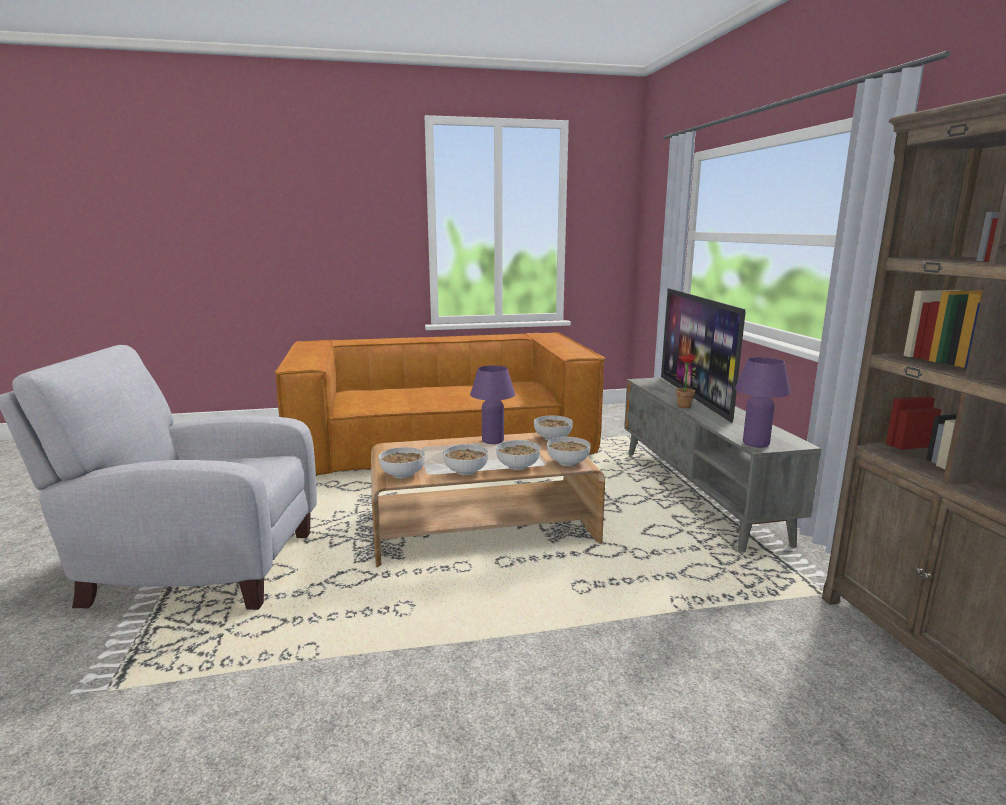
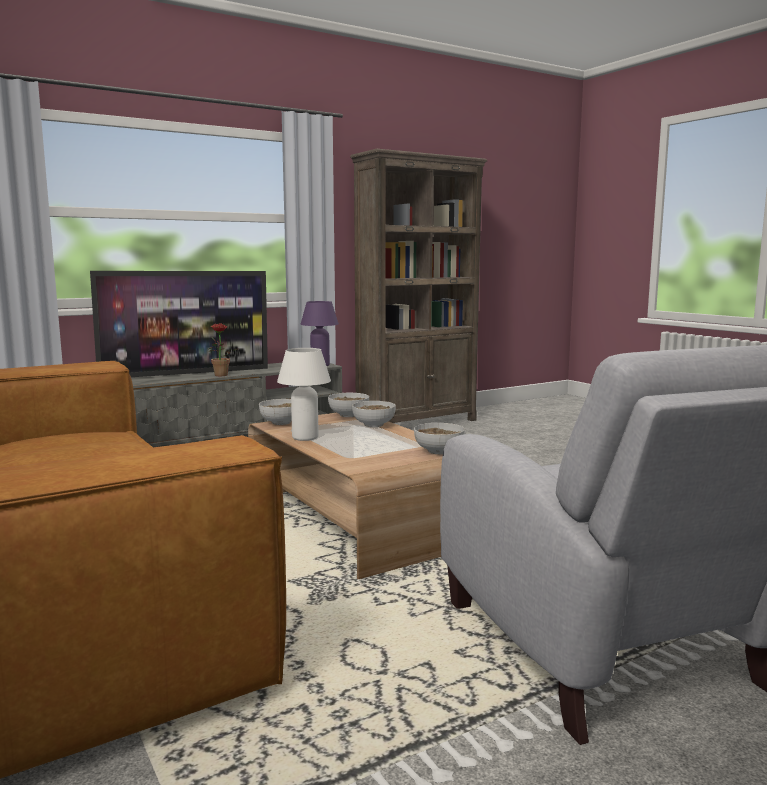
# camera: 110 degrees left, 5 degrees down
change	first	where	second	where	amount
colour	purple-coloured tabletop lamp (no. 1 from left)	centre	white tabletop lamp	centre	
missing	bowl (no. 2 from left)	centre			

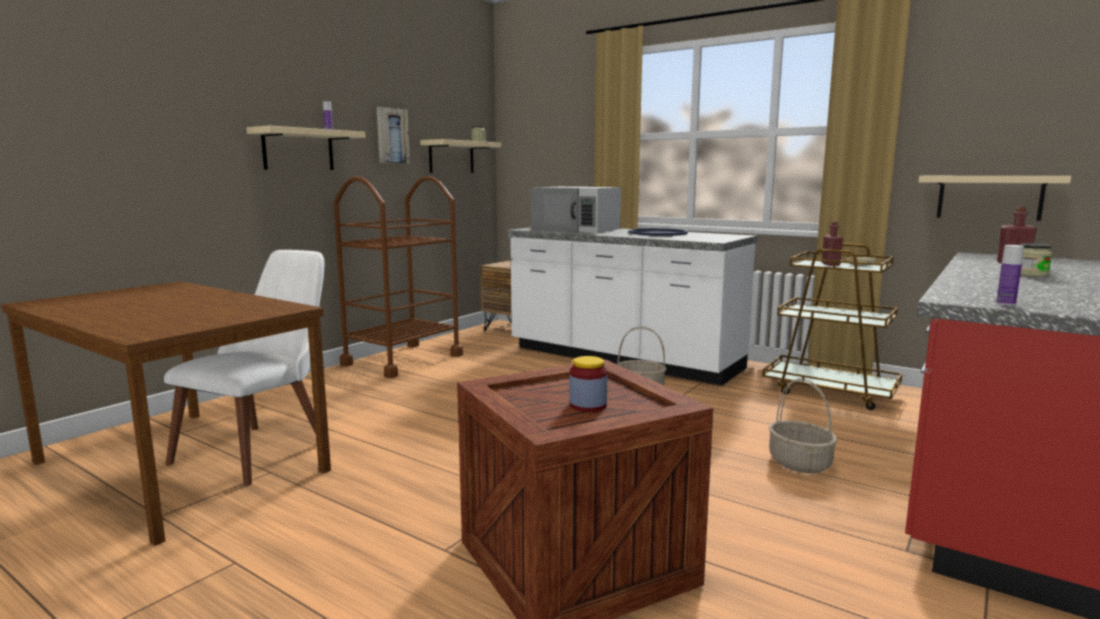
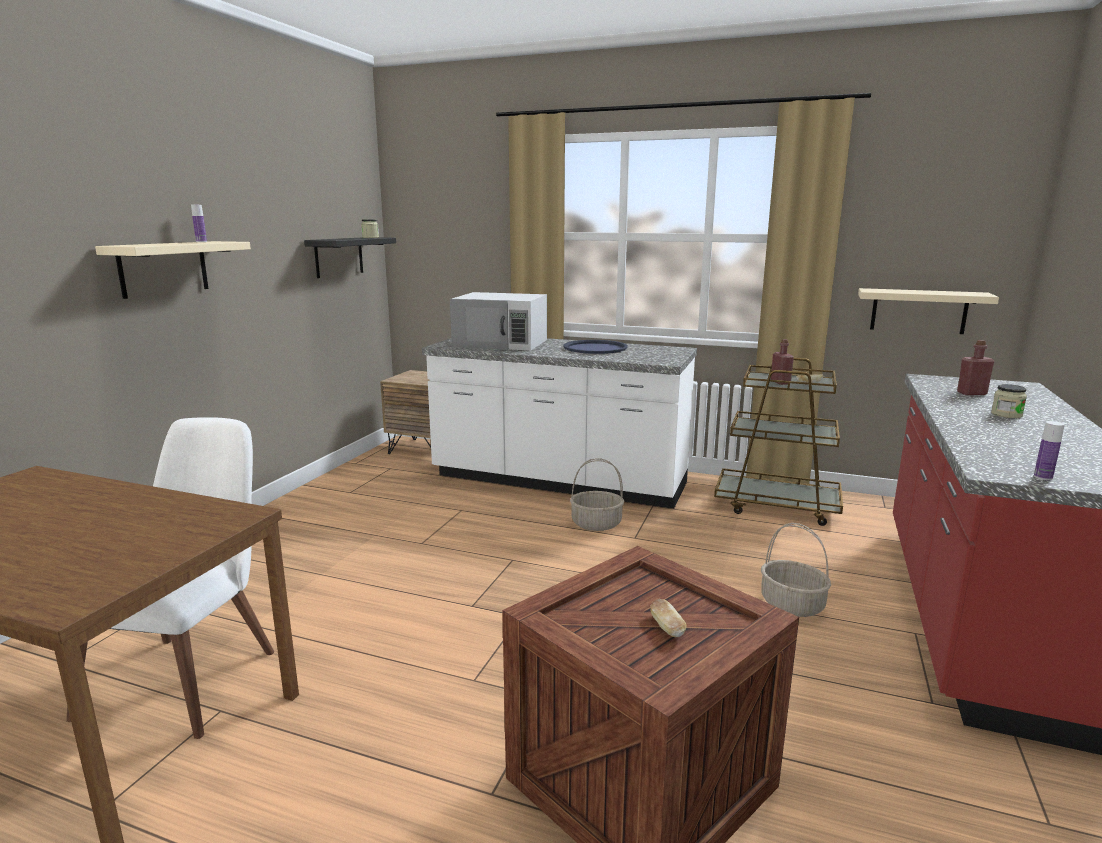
# camera: 15 degrees left, 5 degrees up
change	first	where	second	where	amount
colour	sand-coloured shelf (no. 2 from left)	top centre	black shelf	top left	
exchanged	storage jar (no. 2 from left)	centre	baked bread (no. 1 from left)	bottom centre	
missing	brownish cart (no. 1 from left)	centre			
missing	wall picture	top centre			

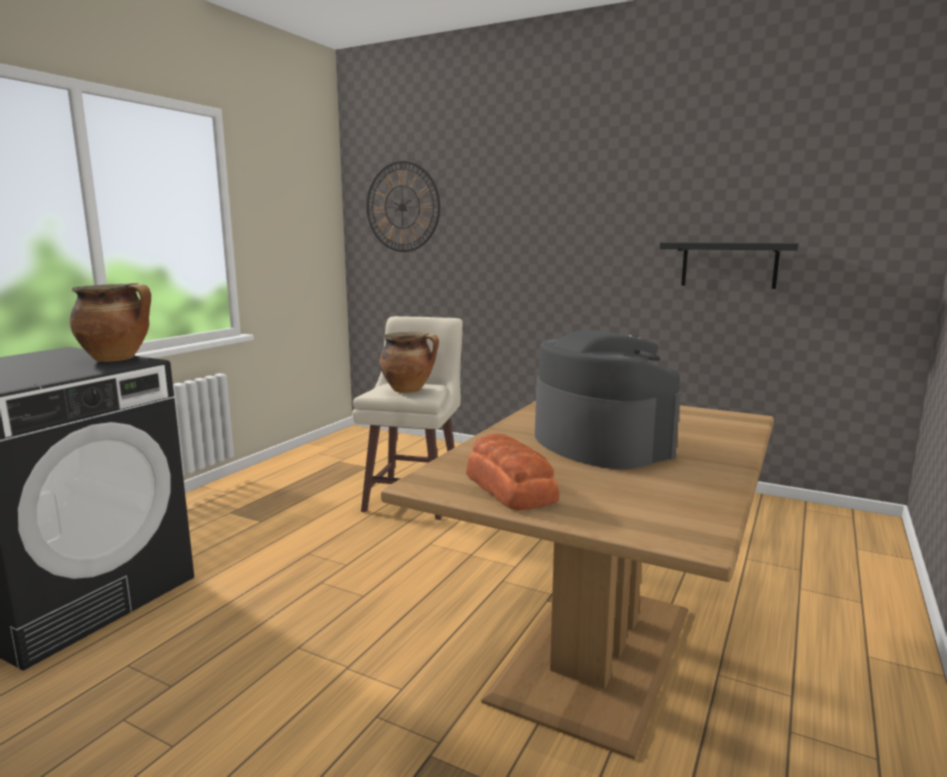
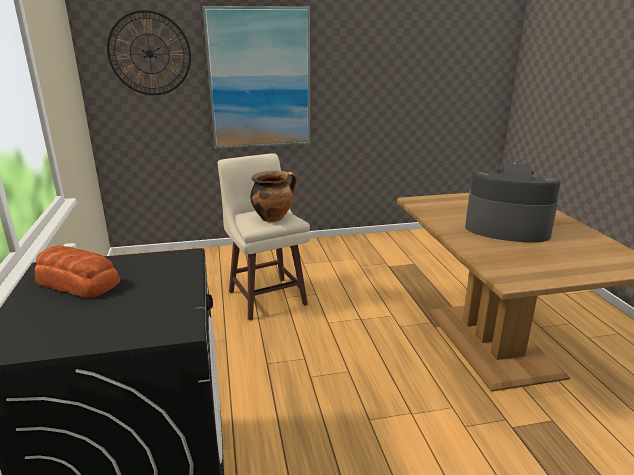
# camera: 40 degrees left, 10 degrees up
change	first	where	second	where	amount
relocated	baked bread	centre		middle left	
appeared			wall picture	top centre	
missing	cooking pot (no. 1 from left)	middle left			
missing	black shelf	middle right			

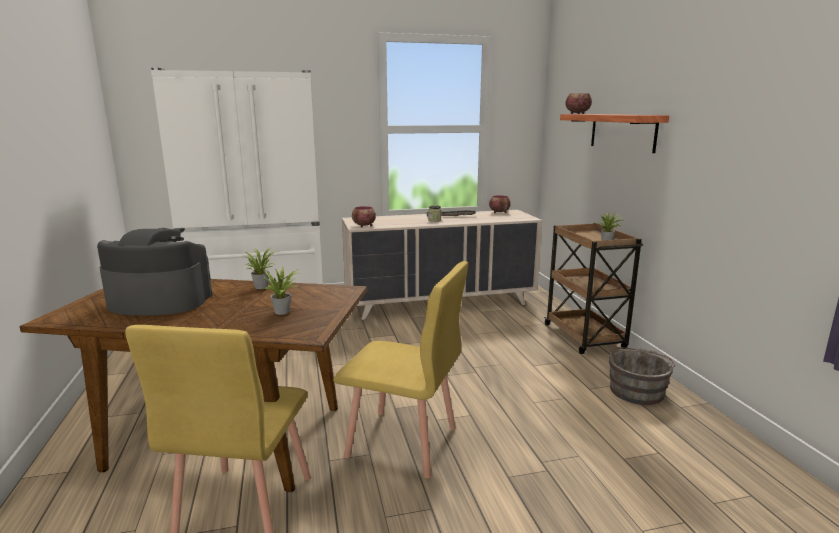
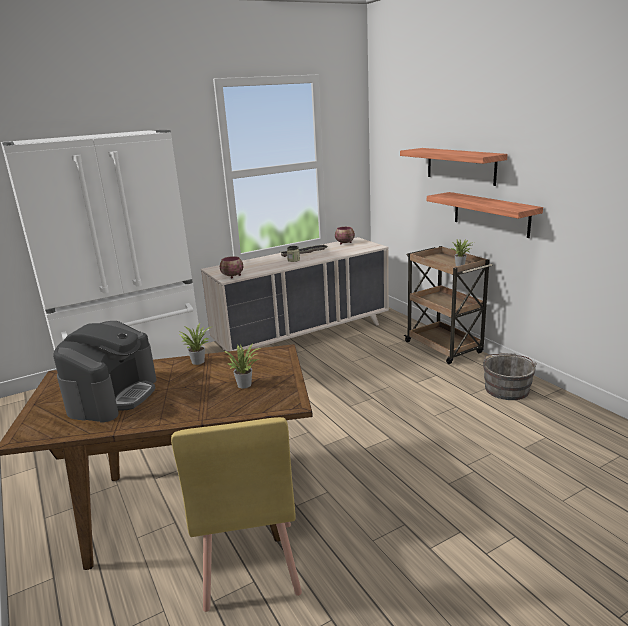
# camera: 15 degrees left, 5 degrees up
change	first	where	second	where	amount
spun	coffee brewer	middle left		middle left	120 degrees clockwise
appeared			shelf (no. 2 from left)	middle right	
missing	yellow chair (no. 2 from left)	bottom centre			
missing	bowl (no. 3 from left)	top right			

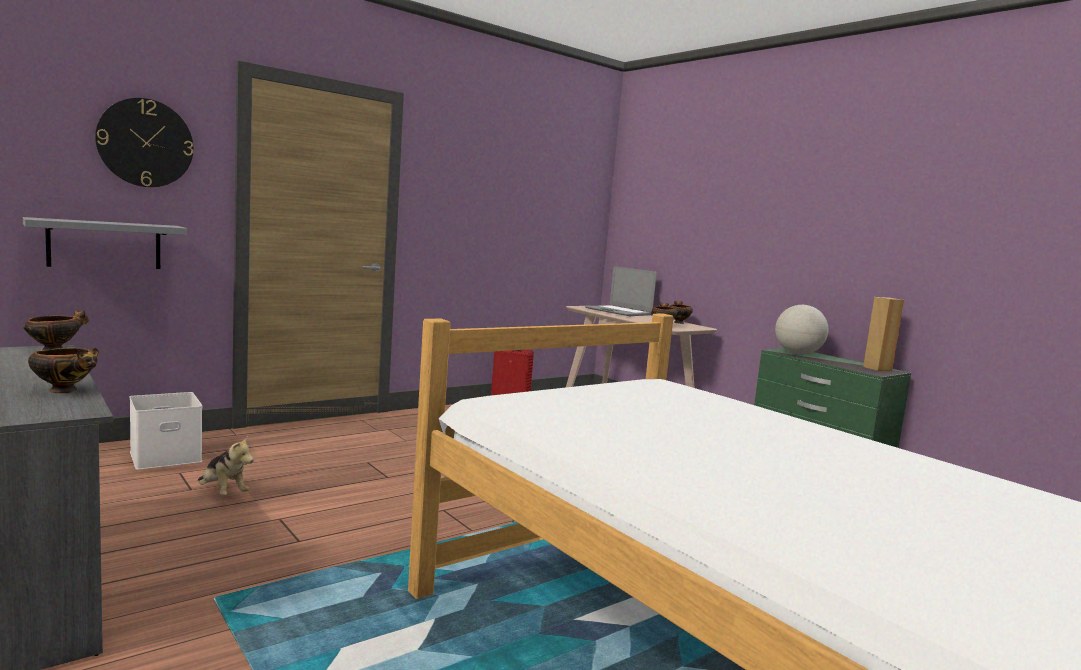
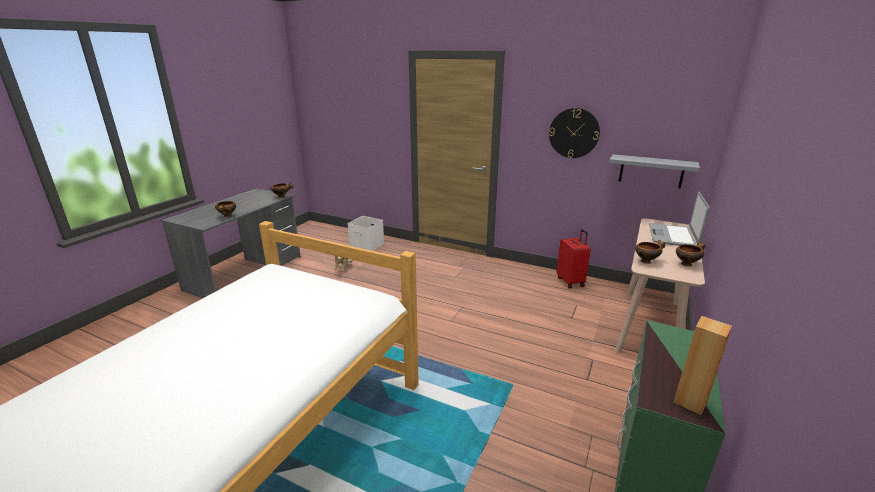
# camera: 65 degrees right, 15 degrees up
change	first	where	second	where	amount
relocated	hanging clock	top left		top centre	
relocated	greyish shelf	middle left		middle right	
missing	globe	middle right			

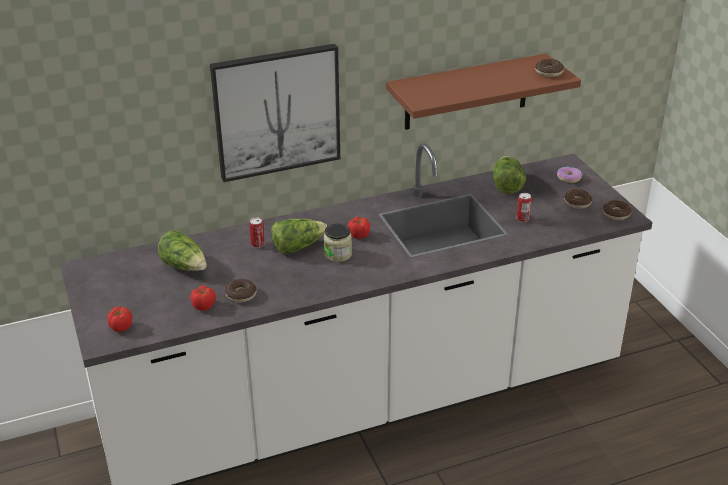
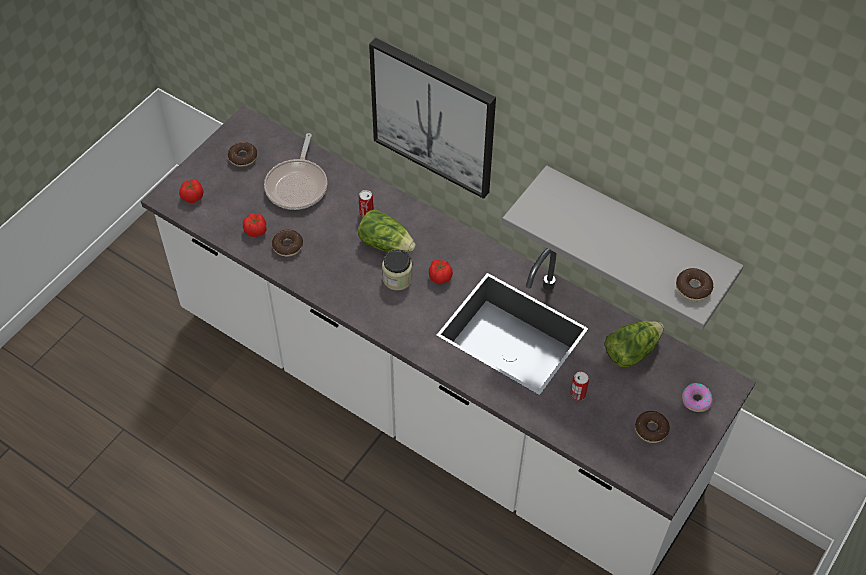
# camera: 55 degrees right, 20 degrees up
change	first	where	second	where	amount
relocated	doughnut (no. 5 from left in the first image)	middle right	doughnut (no. 1 from left)	top left	
exchanged	head of lettuce (no. 1 from left)	middle left	frying pan	top centre	
colour	brownish shelf	top centre	greyish shelf	middle right	

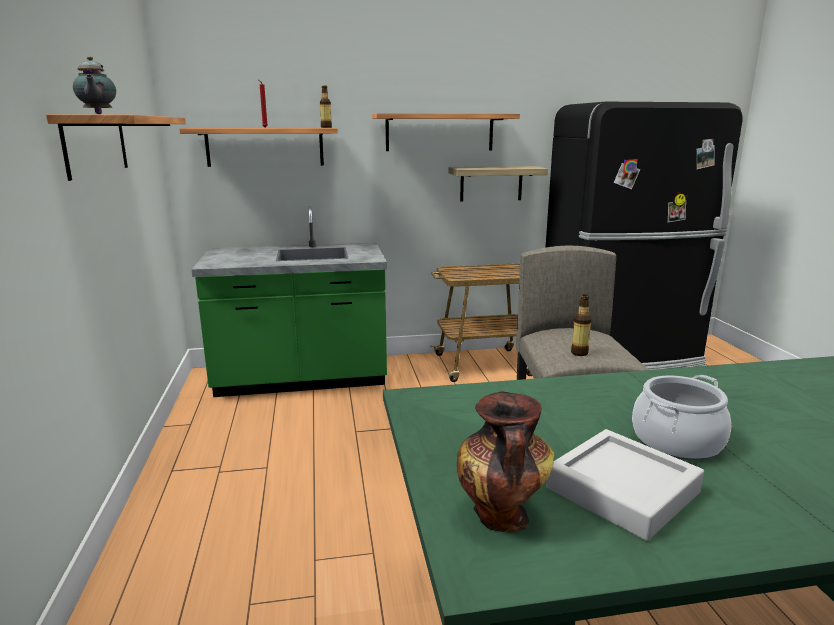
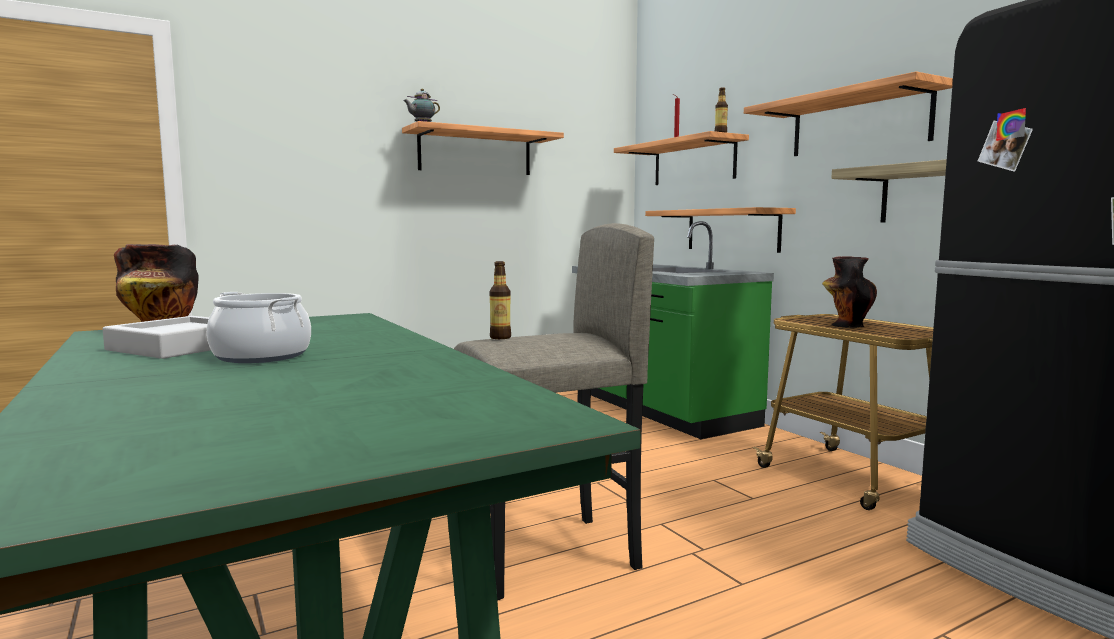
# camera: 70 degrees right, 10 degrees down
change	first	where	second	where	amount
appeared			shelf (no. 3 from left)	centre	
appeared			flower vase (no. 2 from left)	middle right	

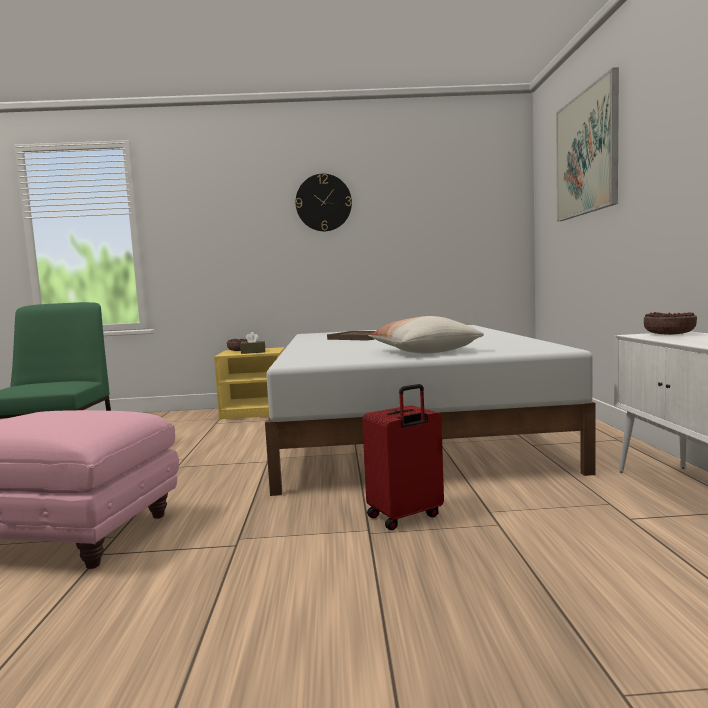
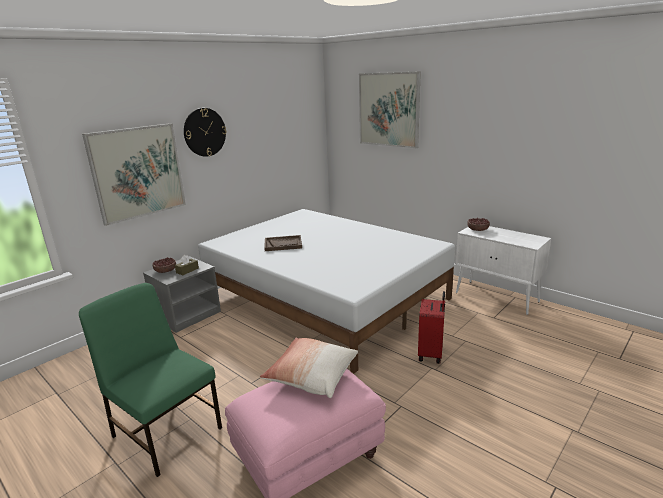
# camera: 45 degrees left, 15 degrees up
change	first	where	second	where	amount
appeared			wall picture (no. 1 from left)	middle left	
colour	yellow night table	centre	greyish night table	middle left	
relocated	throw pillow	centre		bottom centre	

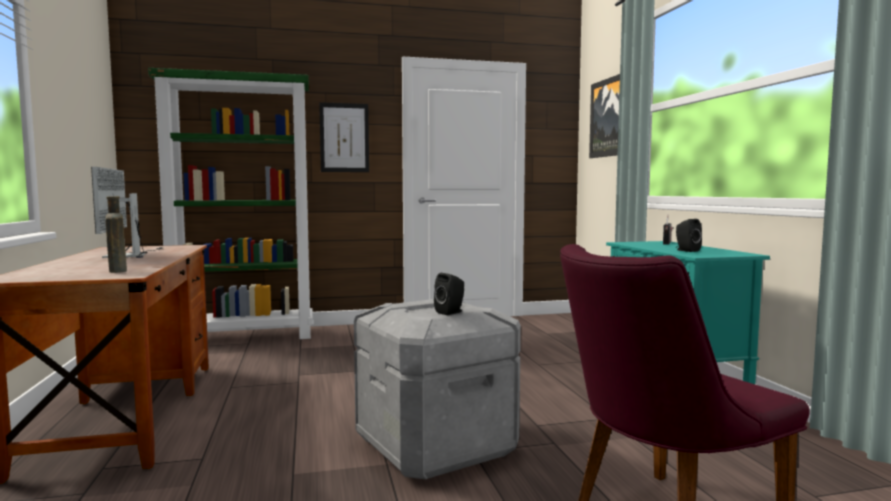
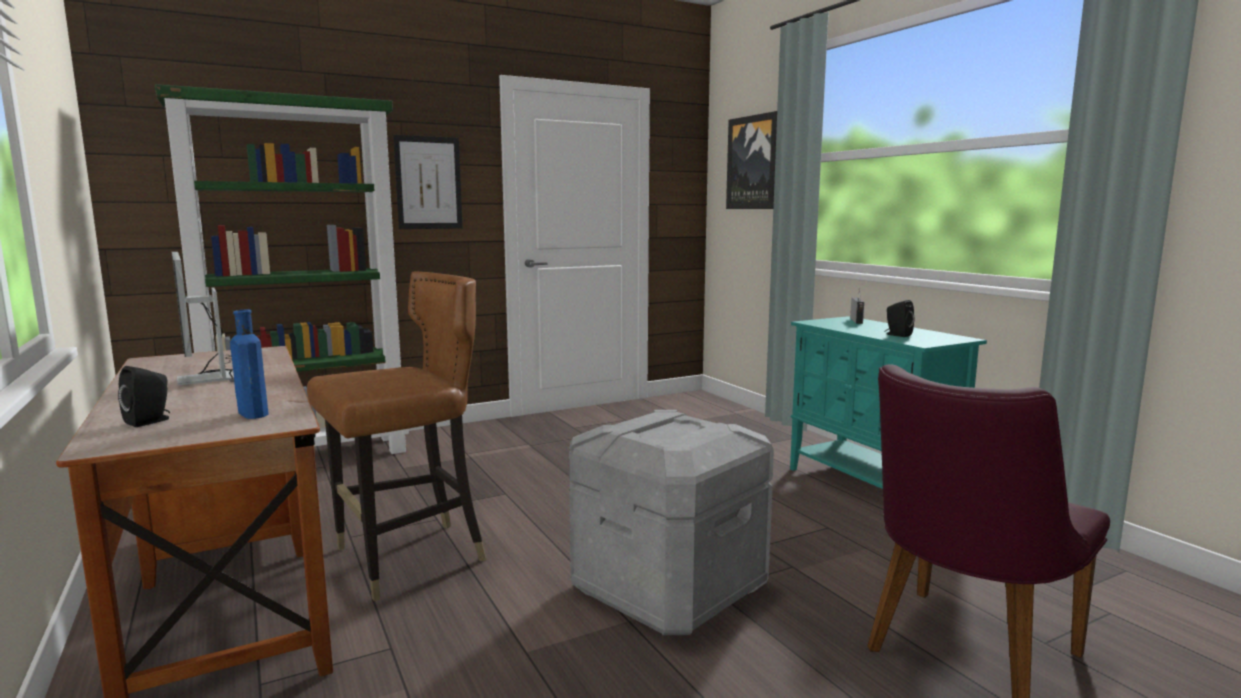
# camera: 15 degrees left, 5 degrees up
change	first	where	second	where	amount
relocated	black speaker (no. 1 from left)	centre		middle left	
colour	brownish bottle	middle left	blue bottle	middle left	
appeared			brownish chair	middle left	

